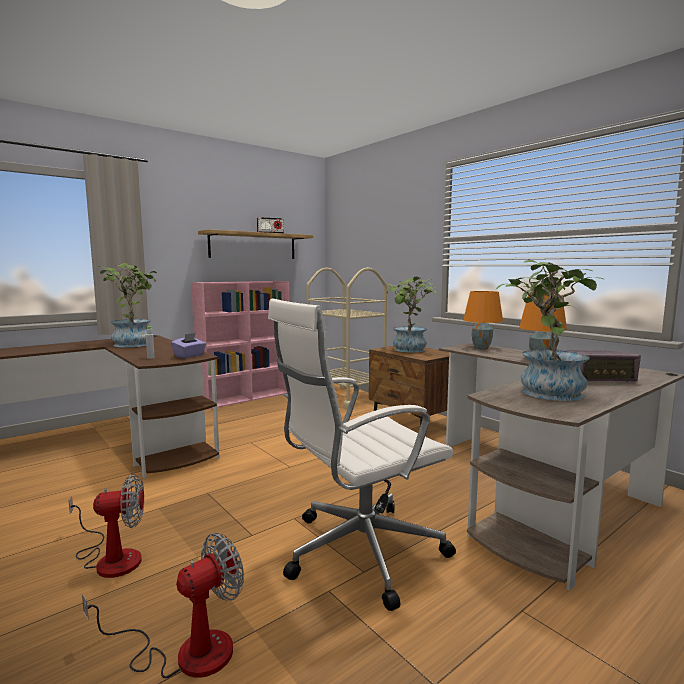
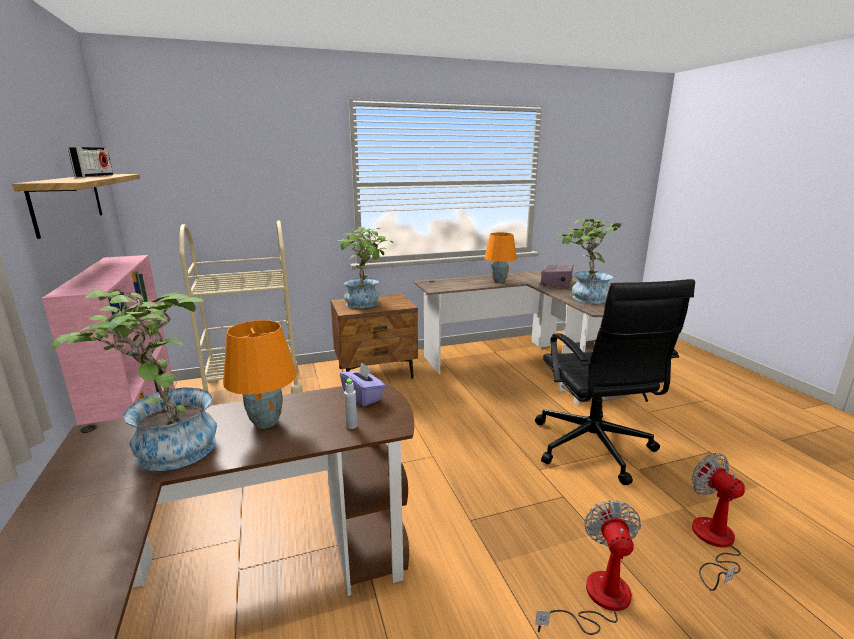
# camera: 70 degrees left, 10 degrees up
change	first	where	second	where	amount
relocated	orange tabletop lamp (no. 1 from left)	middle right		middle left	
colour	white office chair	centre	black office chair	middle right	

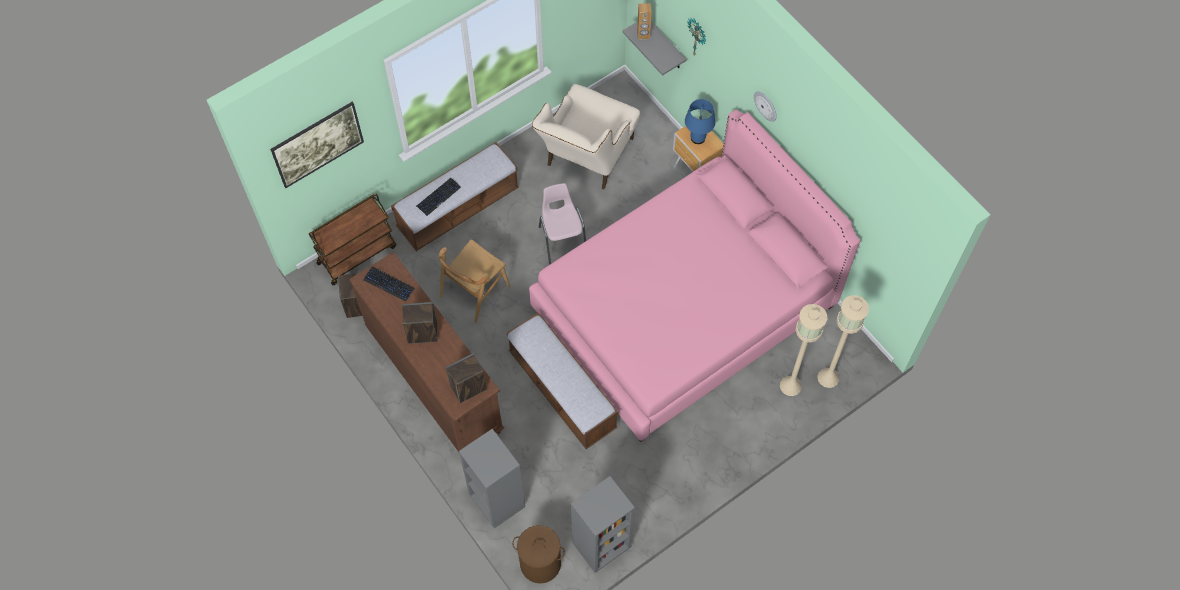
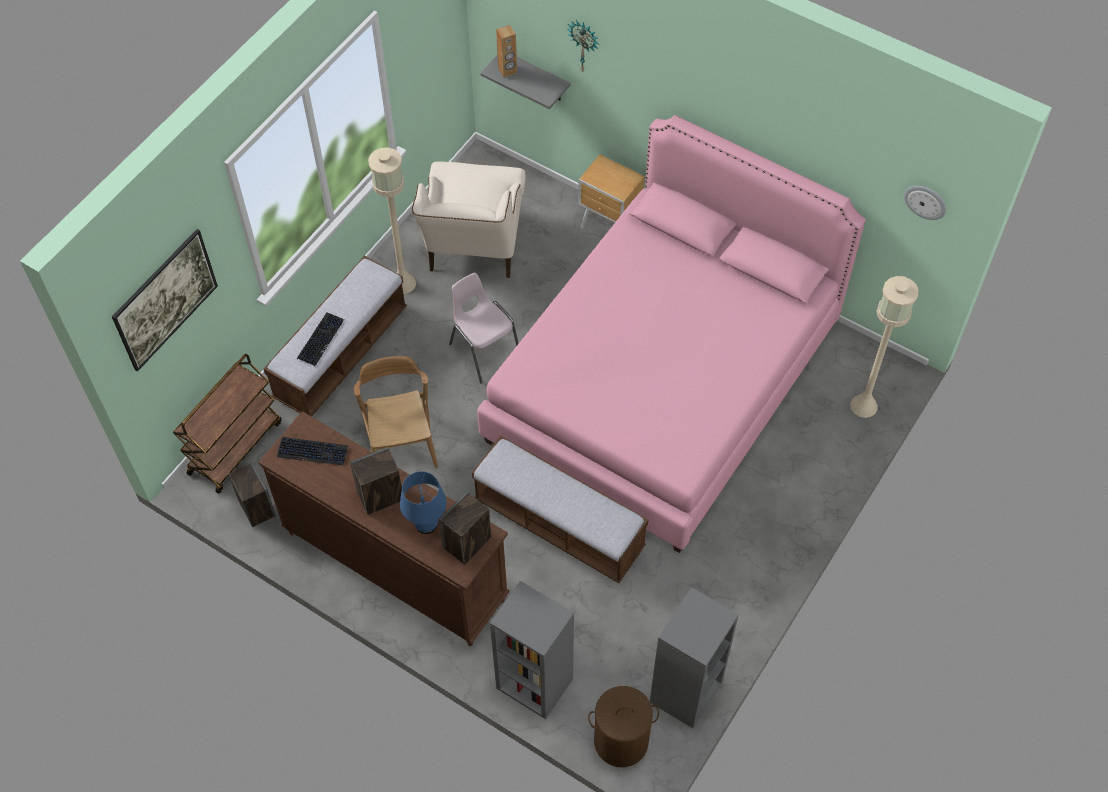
# camera: 20 degrees left, 5 degrees down
change	first	where	second	where	amount
spun	brownish chair	centre		centre	150 degrees clockwise
relocated	sand-coloured standing lamp (no. 1 from left)	middle right		top centre	
relocated	blue tabletop lamp	top centre		centre	
relocated	hanging clock (no. 2 from left)	top centre		top right	

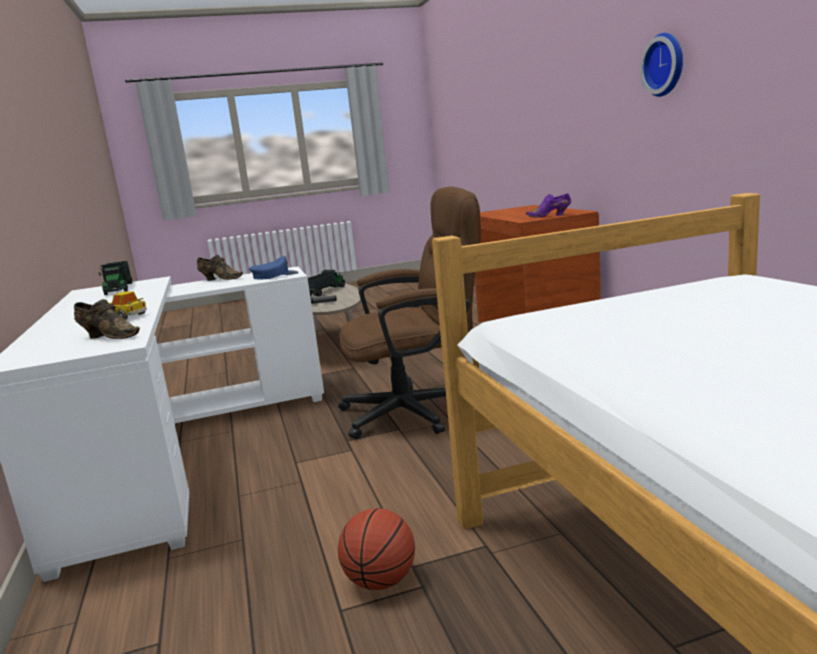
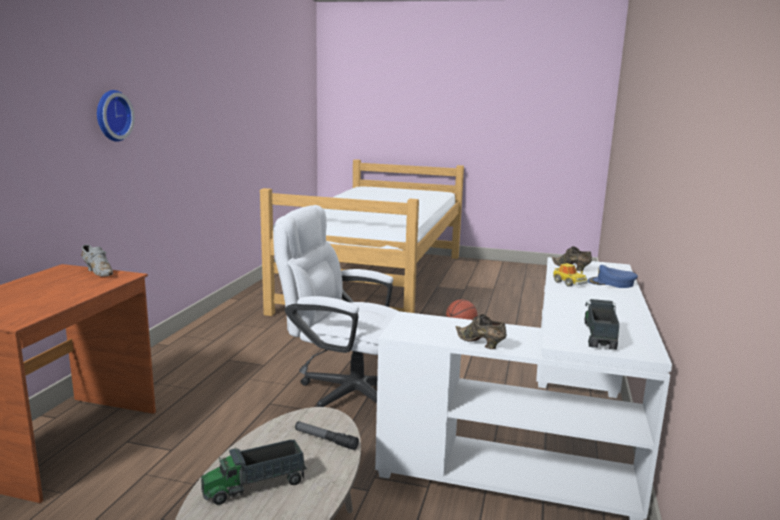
# camera: 150 degrees left, 0 degrees up
change	first	where	second	where	amount
colour	purple-coloured low shoe	top right	greyish low shoe	middle left	
colour	brownish office chair	centre	white office chair	centre	
relocated	blue peaked cap	centre		middle right	

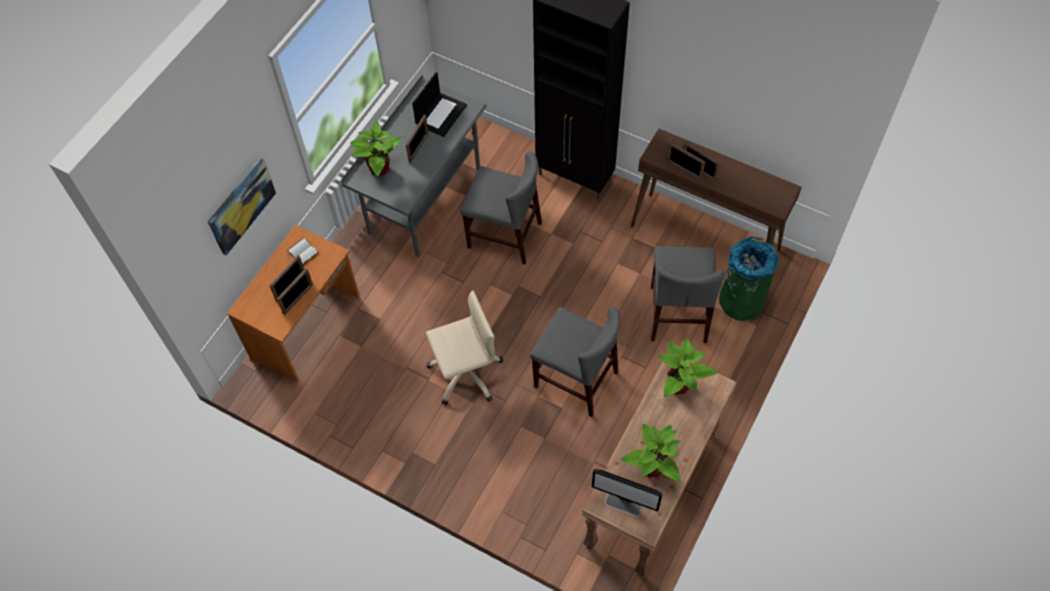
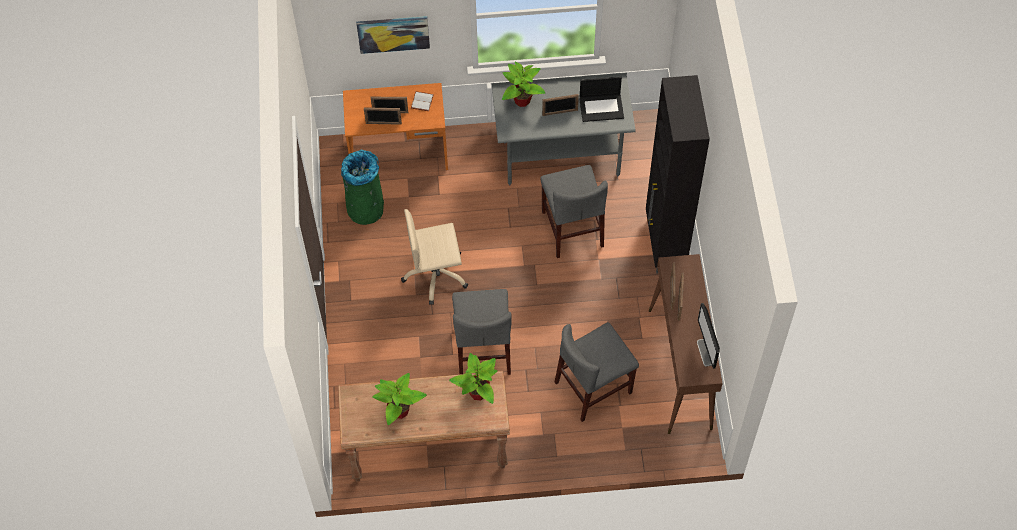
# camera: 55 degrees right, 0 degrees up
change	first	where	second	where	amount
relocated	green-coloured waste bin	middle right		centre	
spun	sand-coloured office chair	centre		centre	135 degrees clockwise
relocated	monitor	bottom centre		middle right	

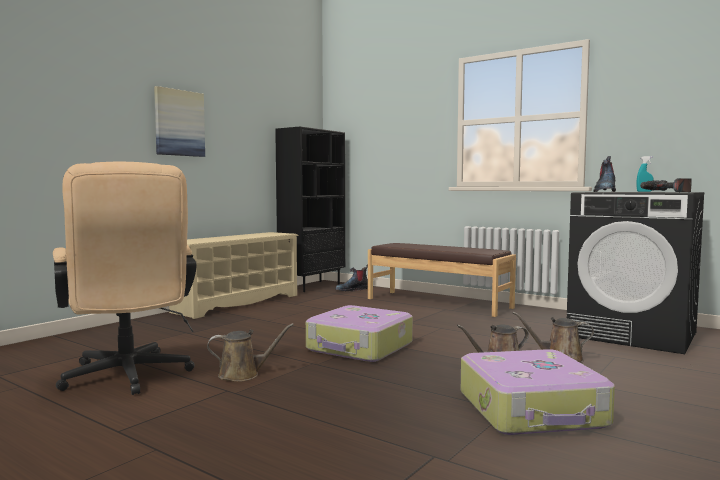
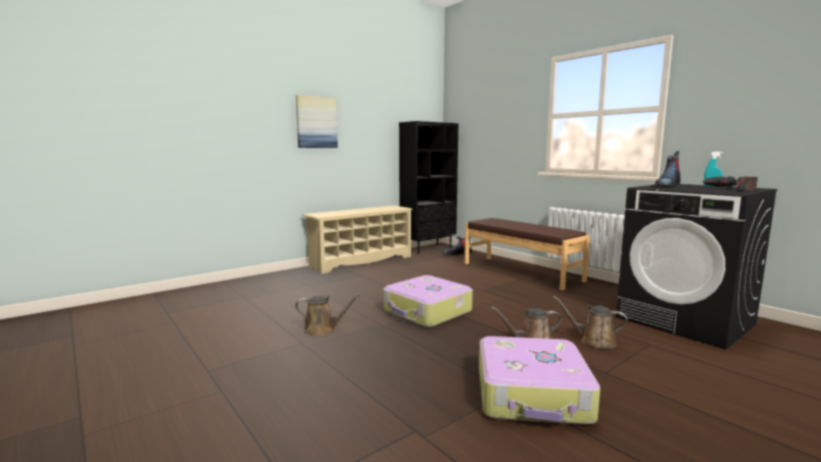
# camera: 15 degrees right, 5 degrees up
change	first	where	second	where	amount
missing	sand-coloured office chair	middle left			

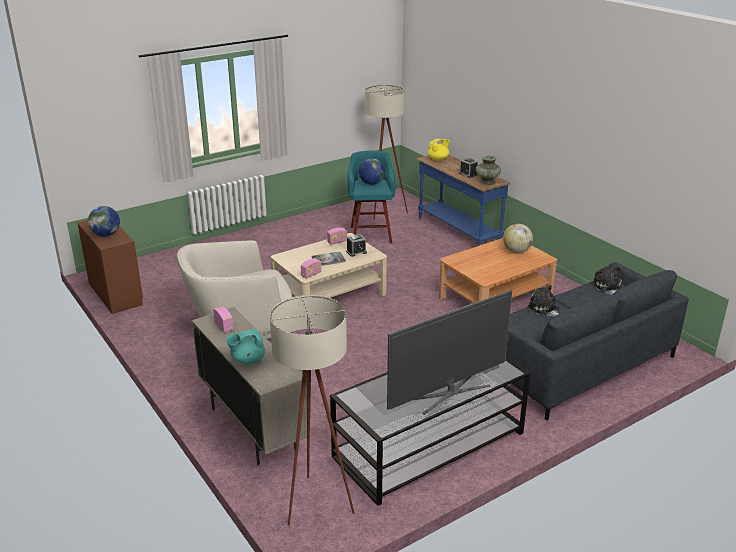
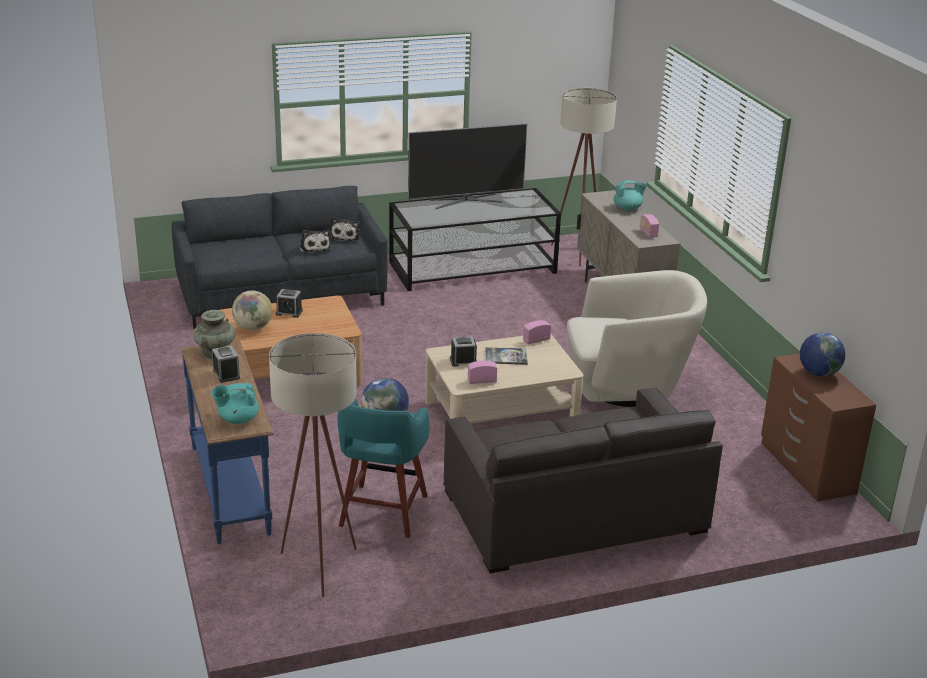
# camera: 165 degrees left, 0 degrees up
change	first	where	second	where	amount
colour	yellow tea pot	top centre	turquoise tea pot (no. 1 from left)	middle left	
appeared			bedside clock (no. 2 from left)	middle left	
relocated	plush toy (no. 2 from left)	middle right		centre	
appeared			greyish sofa (no. 2 from left)	bottom centre	

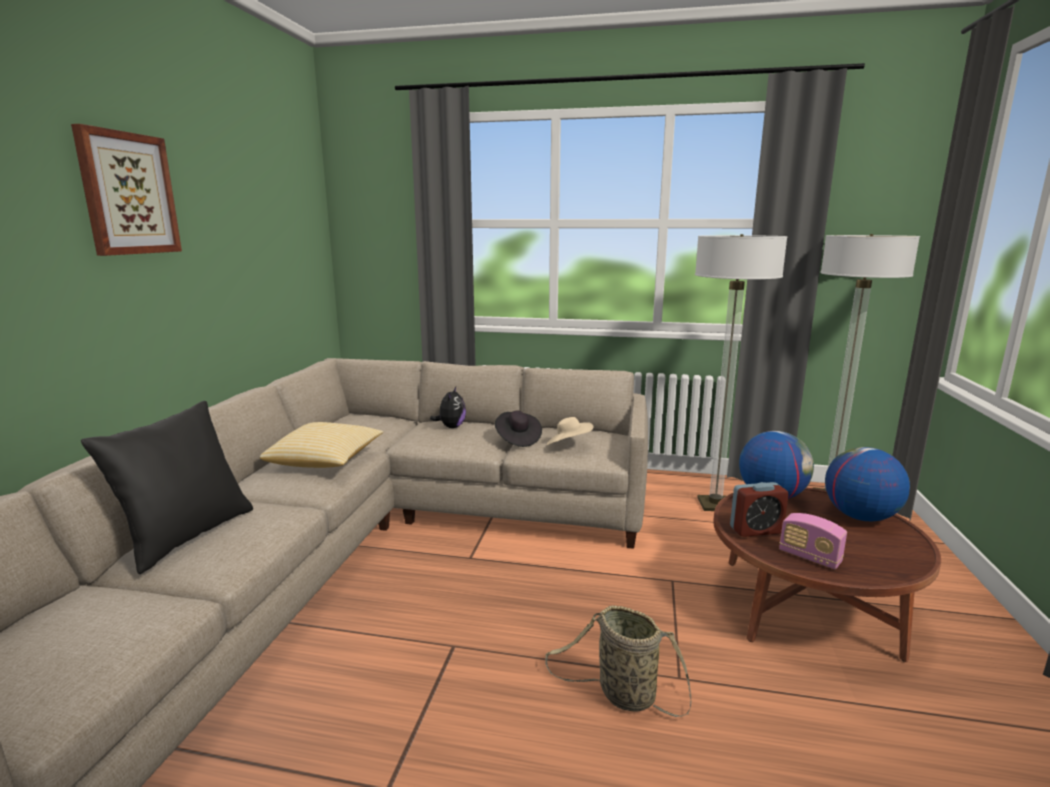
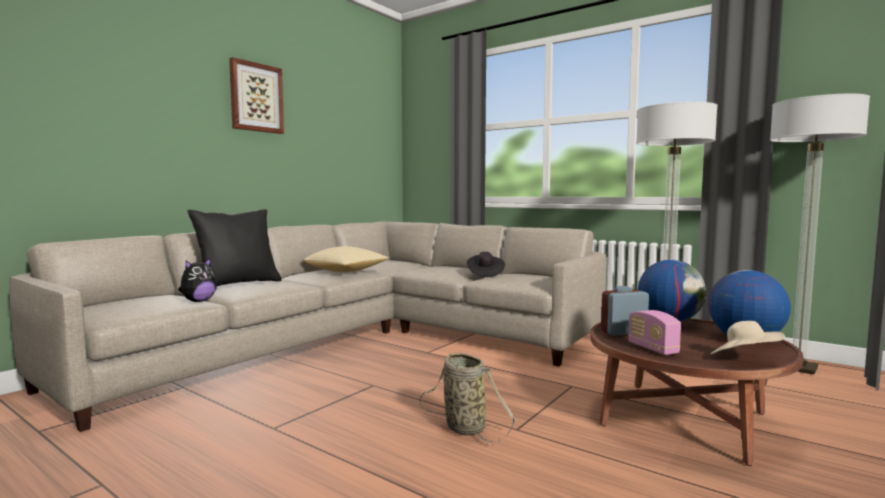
# camera: 25 degrees right, 10 degrees down
change	first	where	second	where	amount
relocated	plush toy	centre		middle left	
spun	bedside clock	middle right		middle right	150 degrees clockwise
relocated	sand-coloured hat	centre		bottom right	

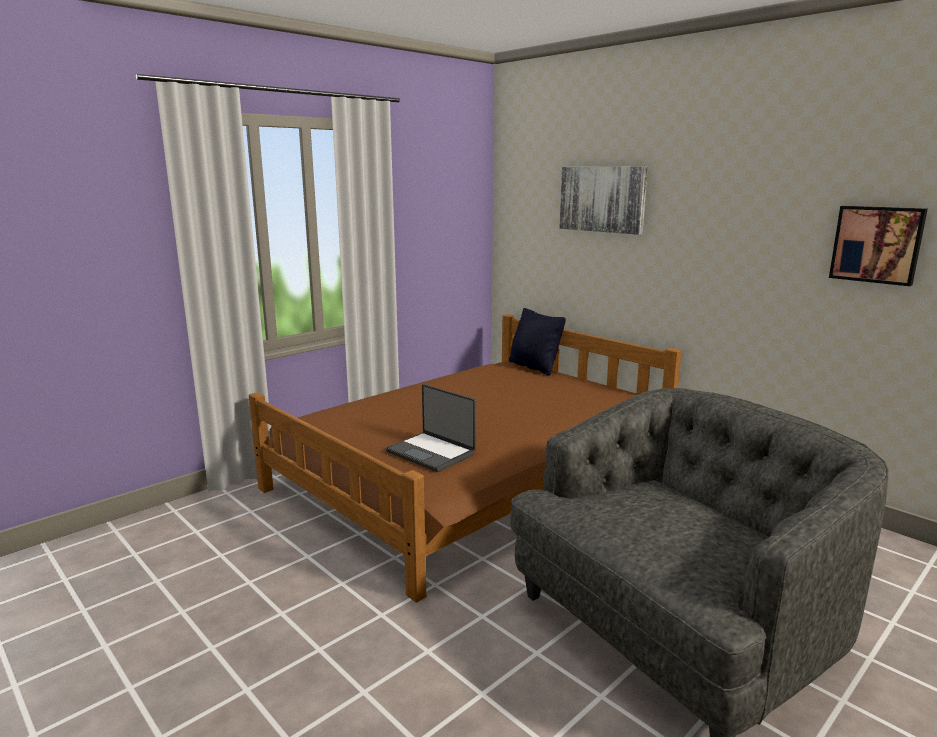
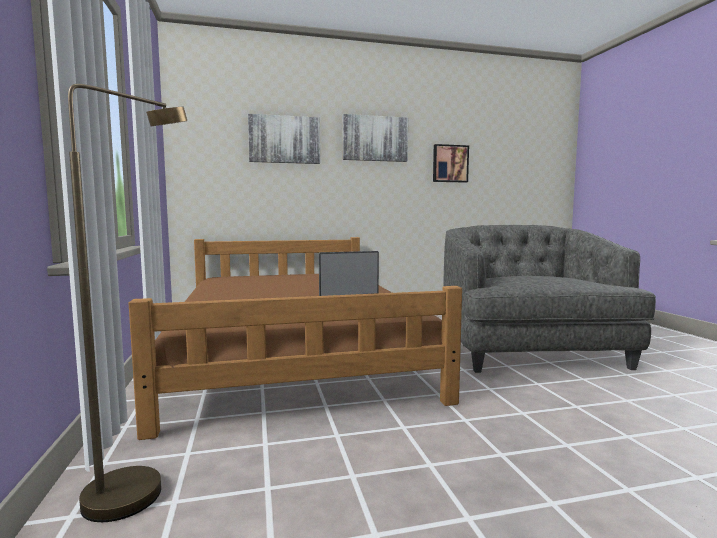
# camera: 60 degrees left, 10 degrees down
change	first	where	second	where	amount
appeared			brownish standing lamp	middle left	
appeared			wall picture (no. 2 from left)	top centre	
missing	black throw pillow	centre			

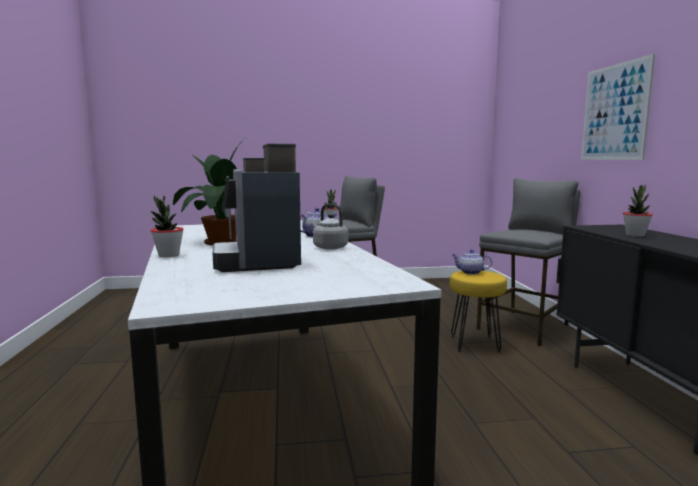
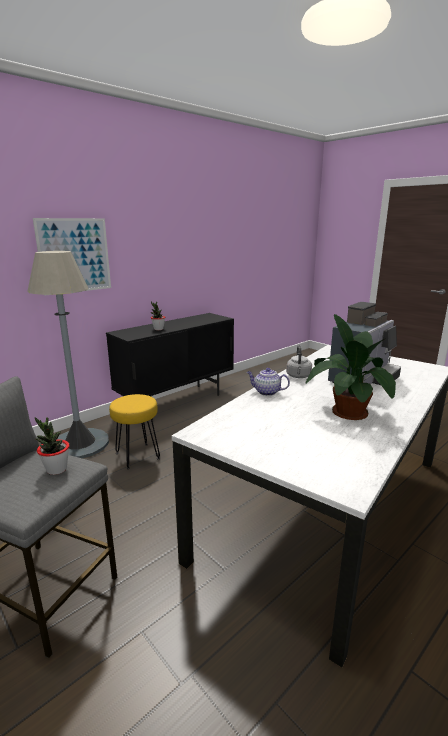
# camera: 125 degrees left, 10 degrees up
change	first	where	second	where	amount
exchanged	greyish stool (no. 2 from left)	middle right	greyish standing lamp	middle left	
missing	houseplant (no. 1 from left)	middle left			
missing	tea pot (no. 2 from left)	middle right			

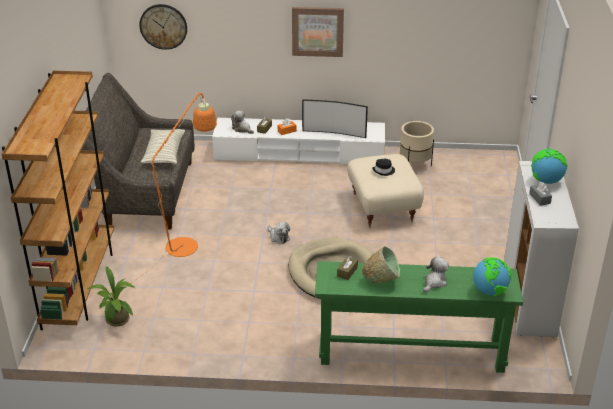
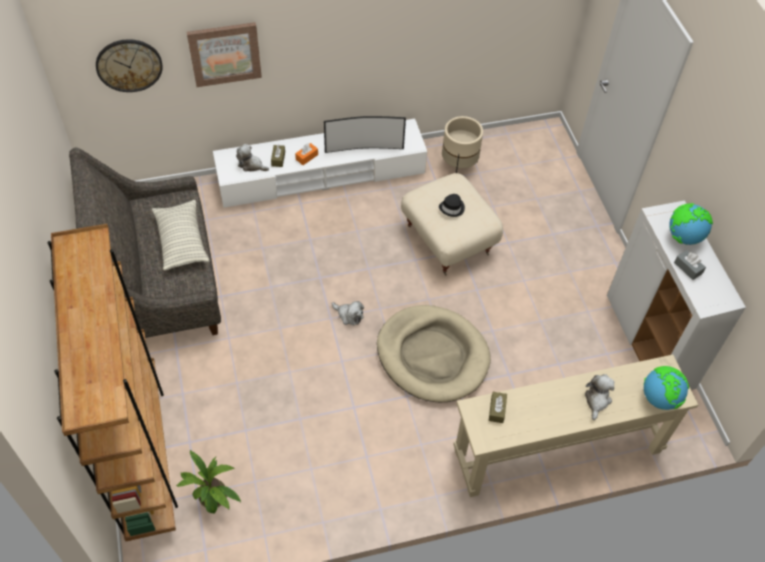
# camera: 20 degrees left, 20 degrees up
change	first	where	second	where	amount
relocated	wall picture	top centre		top left	
colour	green-coloured narrow table	bottom right	sand-coloured narrow table	bottom right	
missing	orange standing lamp	middle left			
missing	green-coloured bowl	centre			

